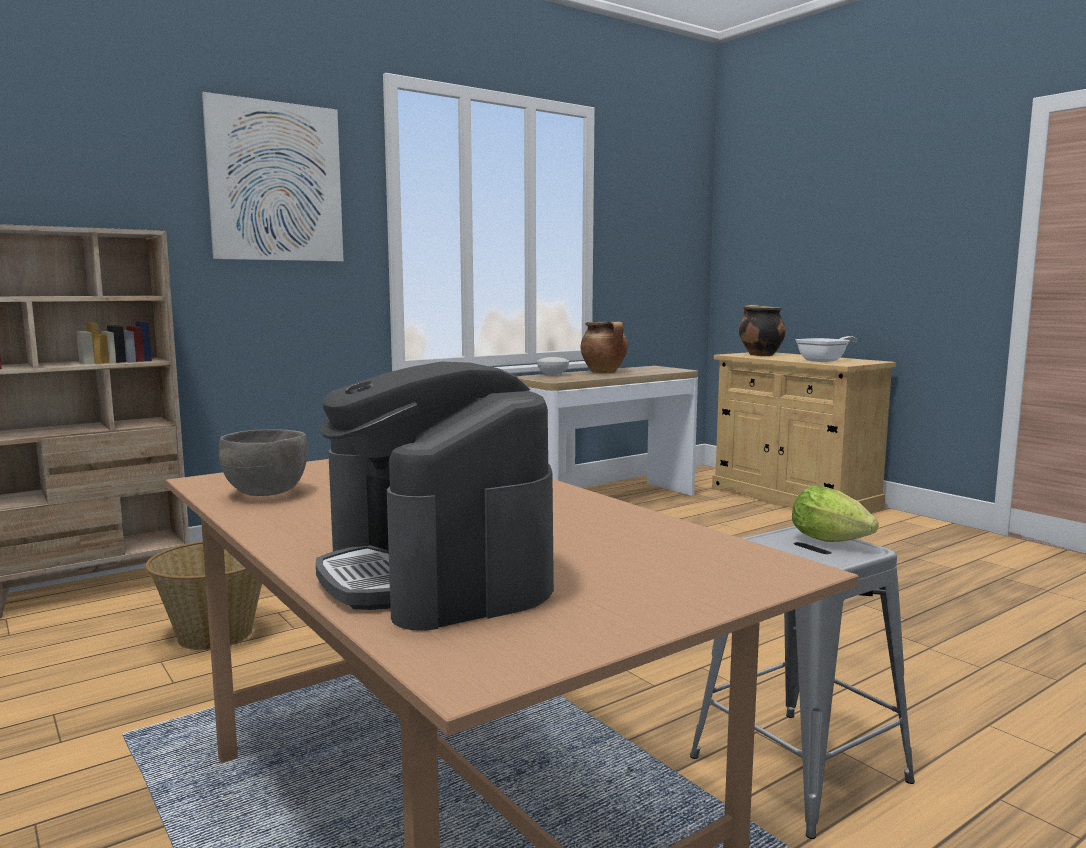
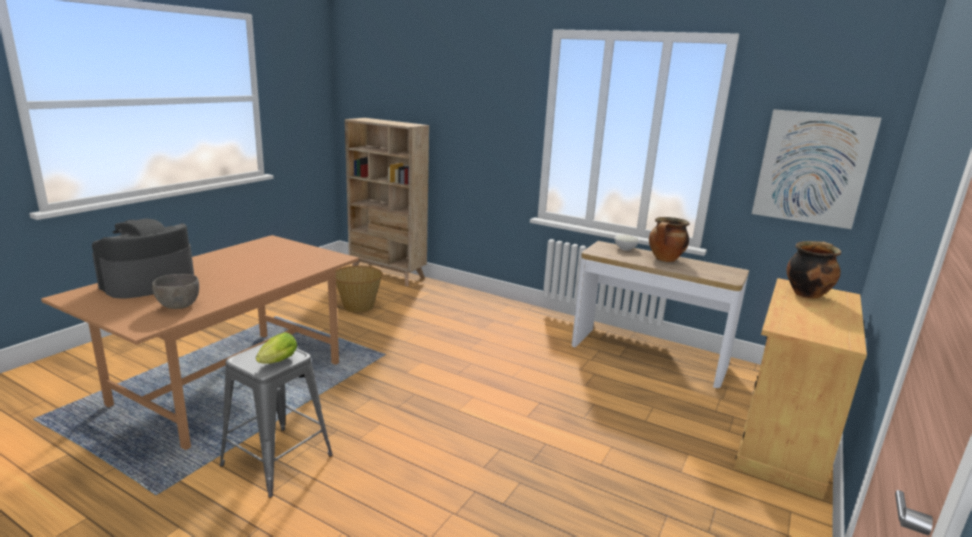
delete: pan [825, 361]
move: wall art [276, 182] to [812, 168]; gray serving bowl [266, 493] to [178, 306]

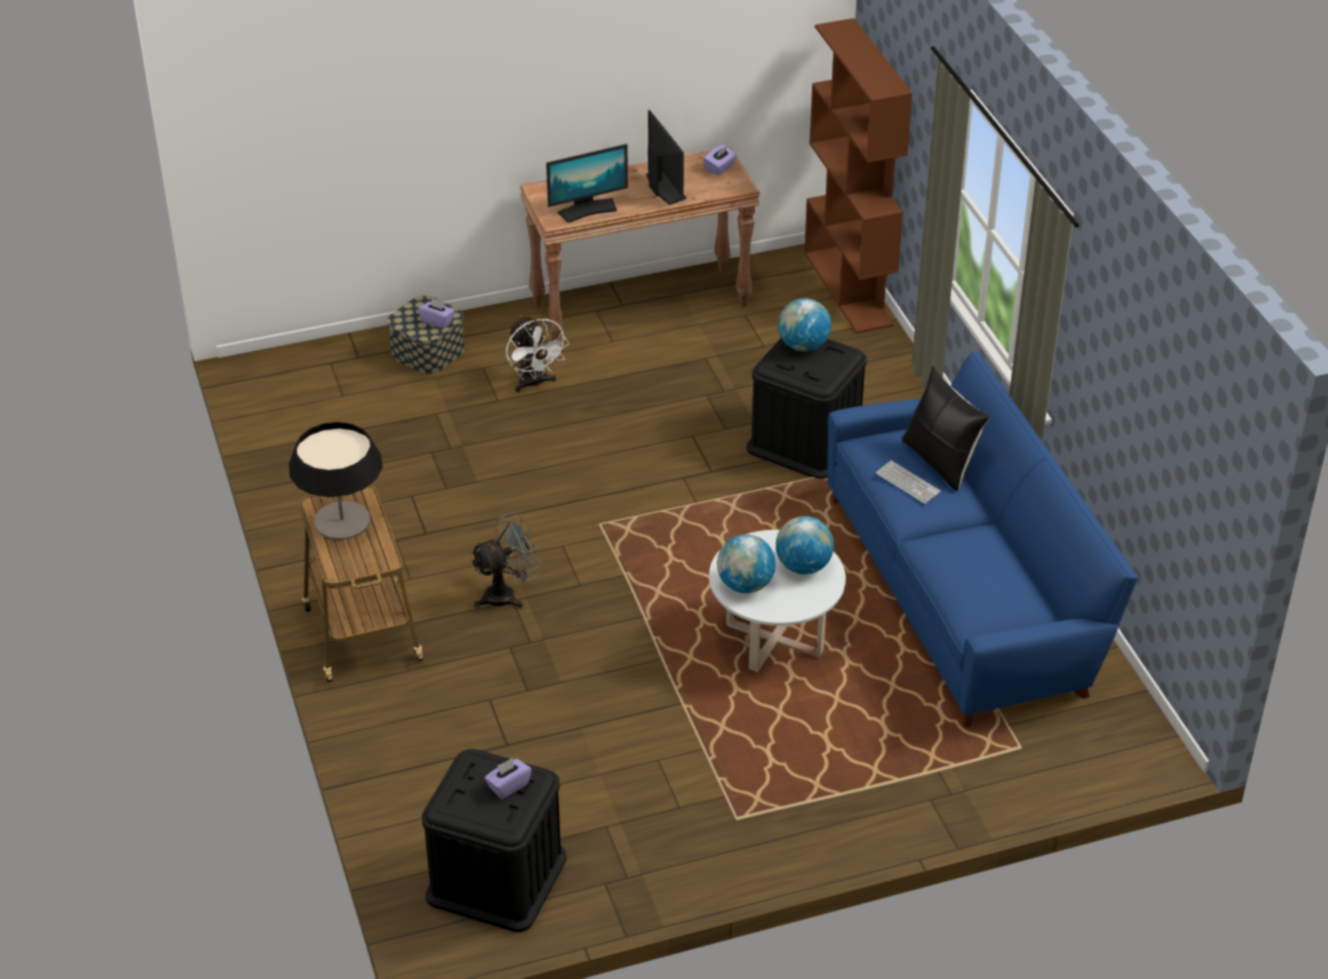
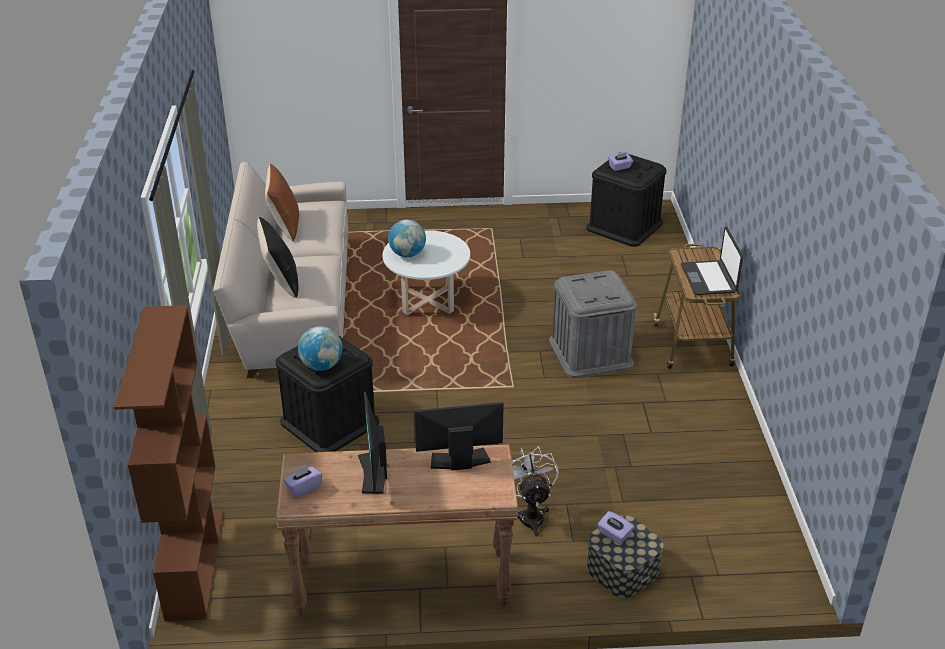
delete: world globe [745, 585]; PC keyboard [907, 483]
insert: brown-coloured throw pillow [285, 226]
replace: lamp for a table [341, 520] to laptop [709, 279]; gray fan [507, 594] to gray storage box [590, 353]
recolor: blue settee [963, 592] to beige-coloured settee [294, 306]

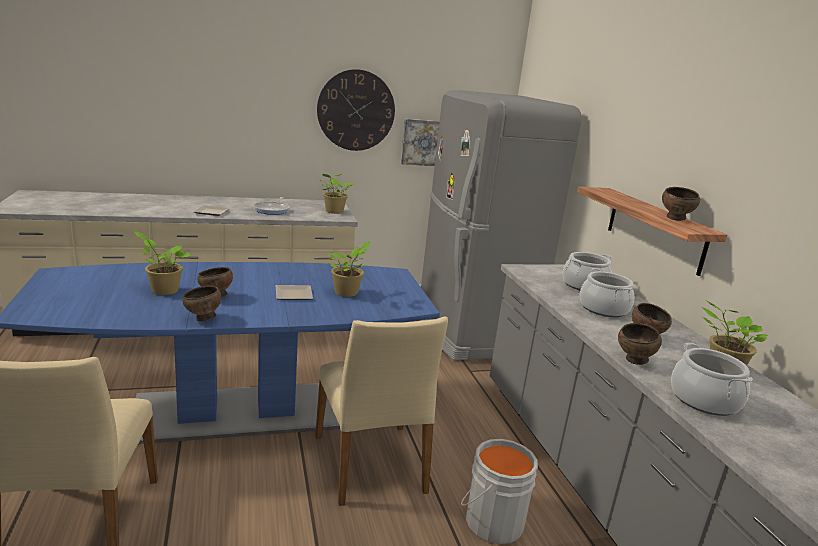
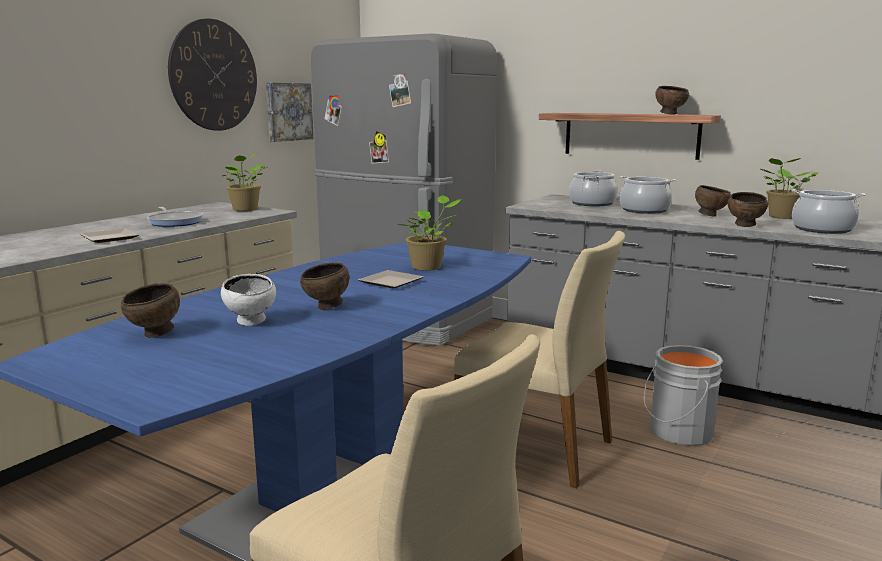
move: brown-coloured serving bowl [202, 319] to [155, 335]
replace: potted plant [163, 290] to white serving bowl [252, 323]

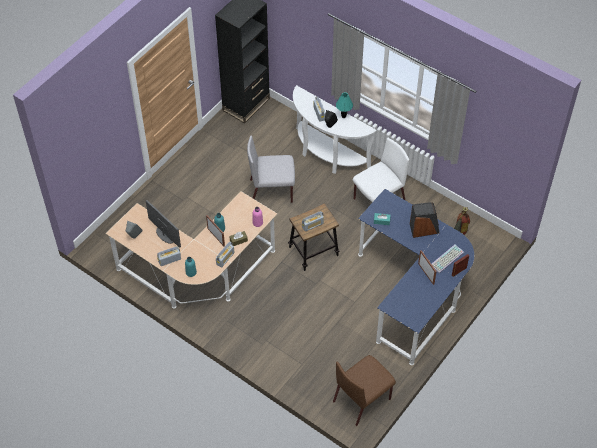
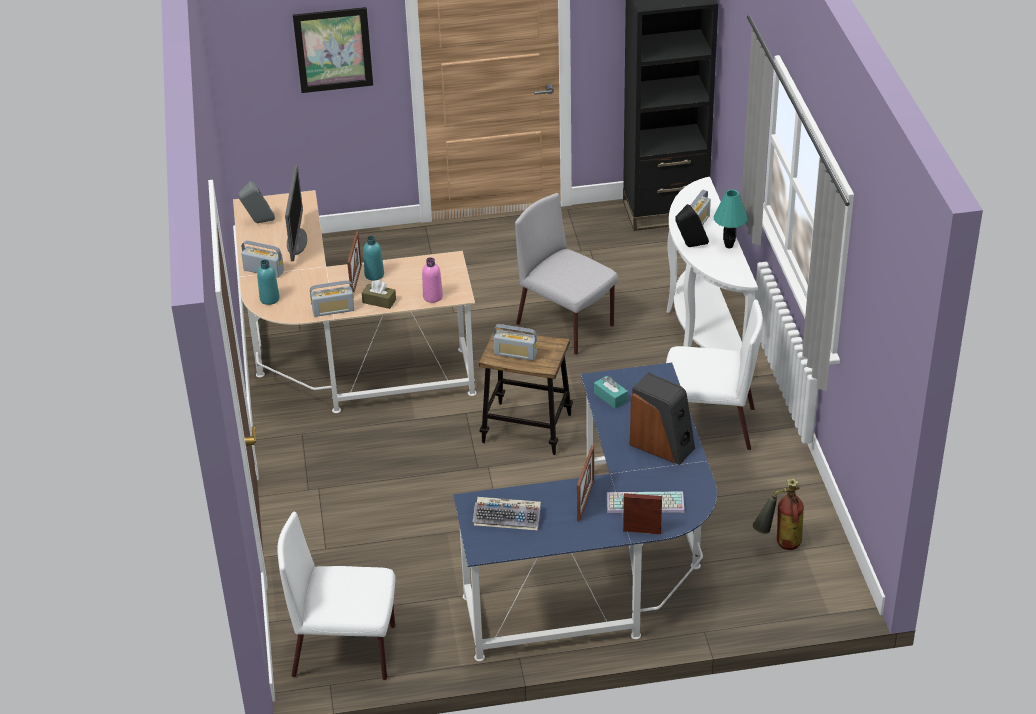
insert: wall art [333, 49]; PC keyboard [508, 517]
recolor: brown-coloured plain chair [362, 399] to white plain chair [346, 651]

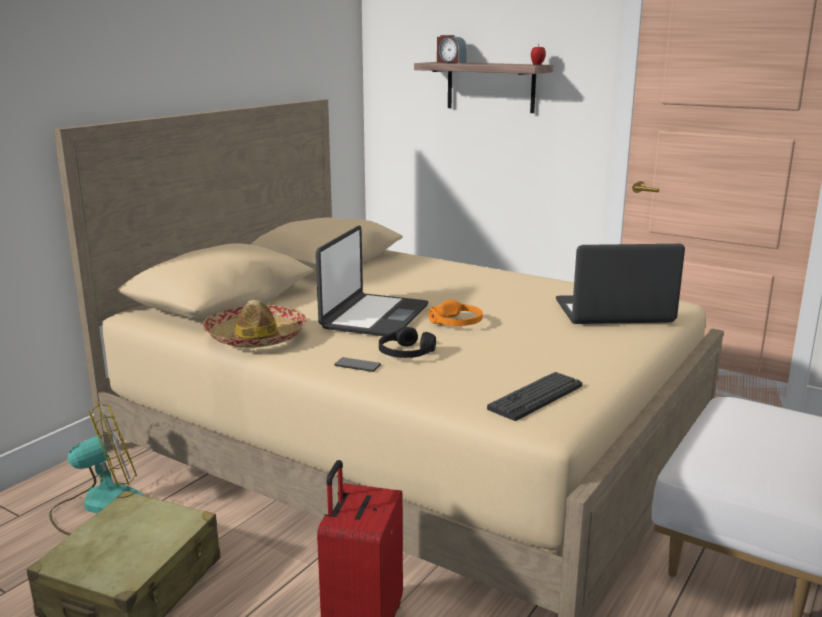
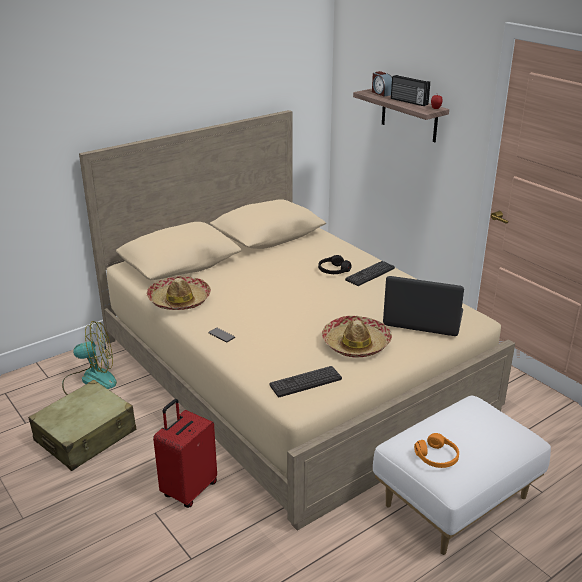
delete: laptop [374, 317]
insert: hat [356, 344]; PC keyboard [370, 274]; radio receiver [408, 102]
move: black-coloured headphones [406, 353] to [333, 270]; orangey headphones [457, 323] to [437, 457]

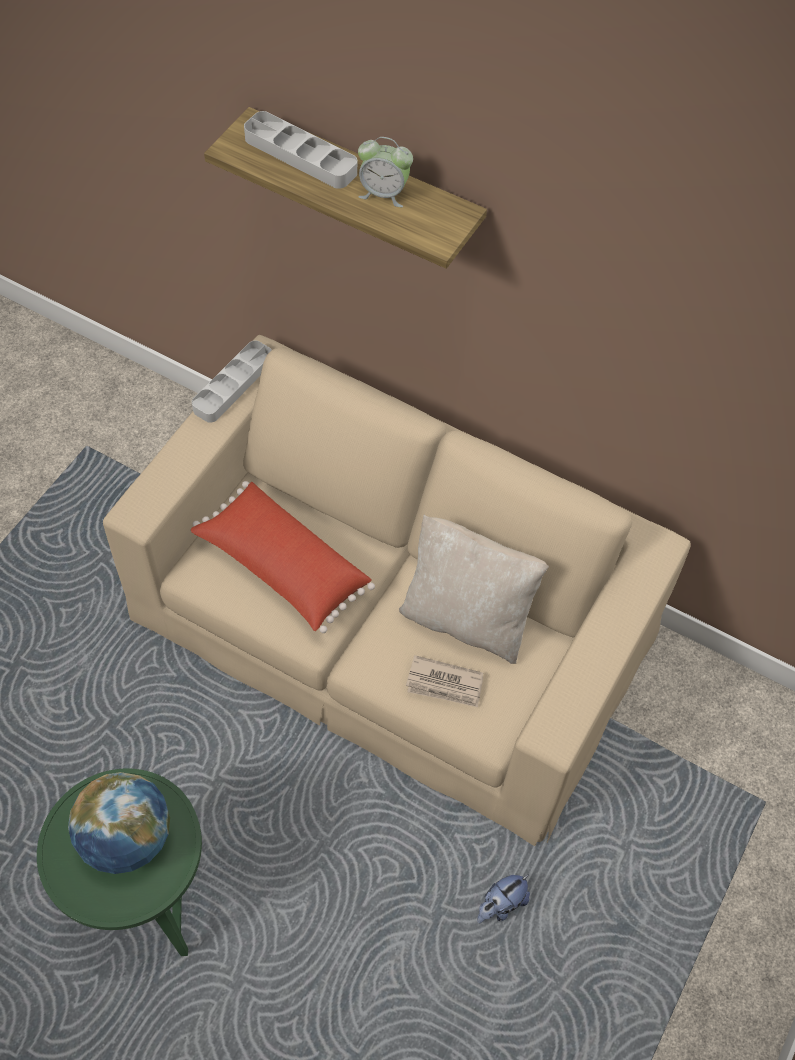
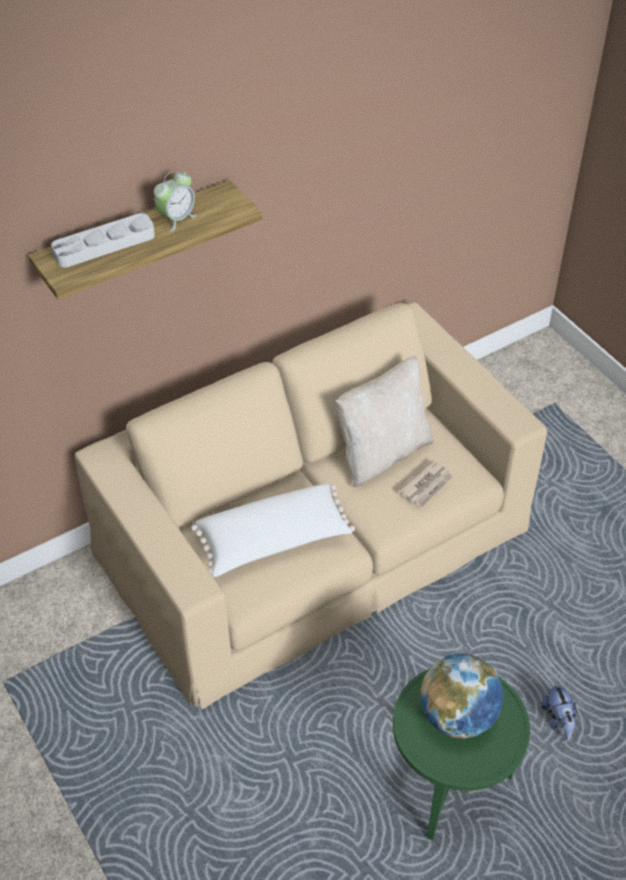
delete: gray tray [233, 385]
move: cuddly toy [501, 905] to [558, 720]
recolor: red throw pillow [282, 567] to white throw pillow [274, 541]

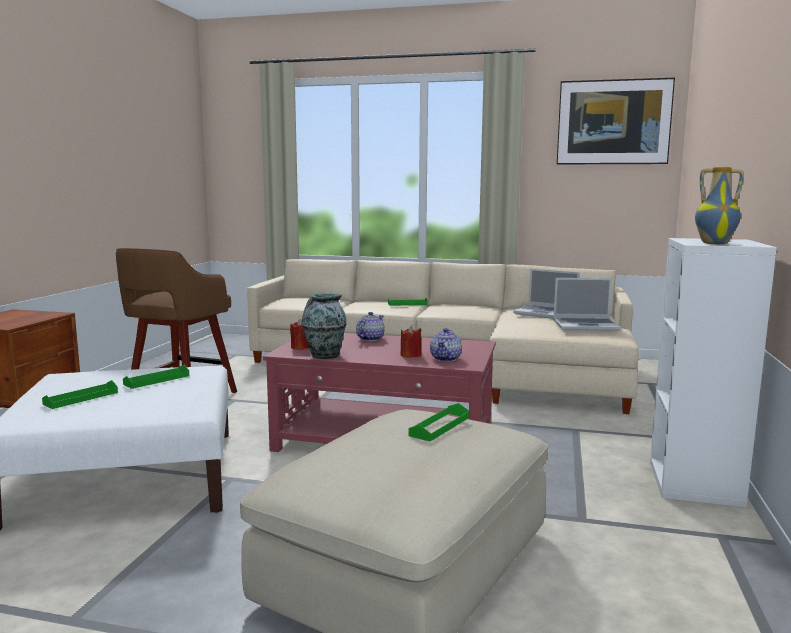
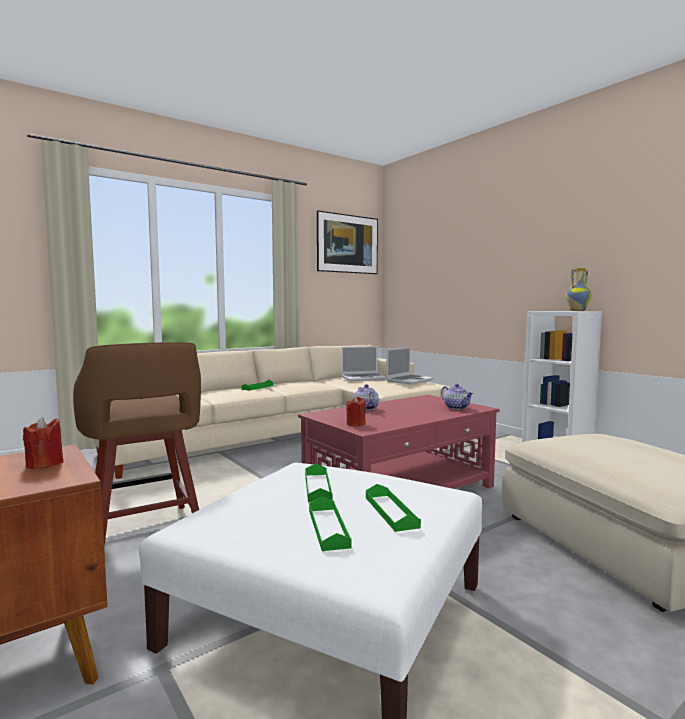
delete: vase [324, 355]
move: red wax candle [410, 355] to [44, 464]; greenish tray [439, 426] to [391, 512]

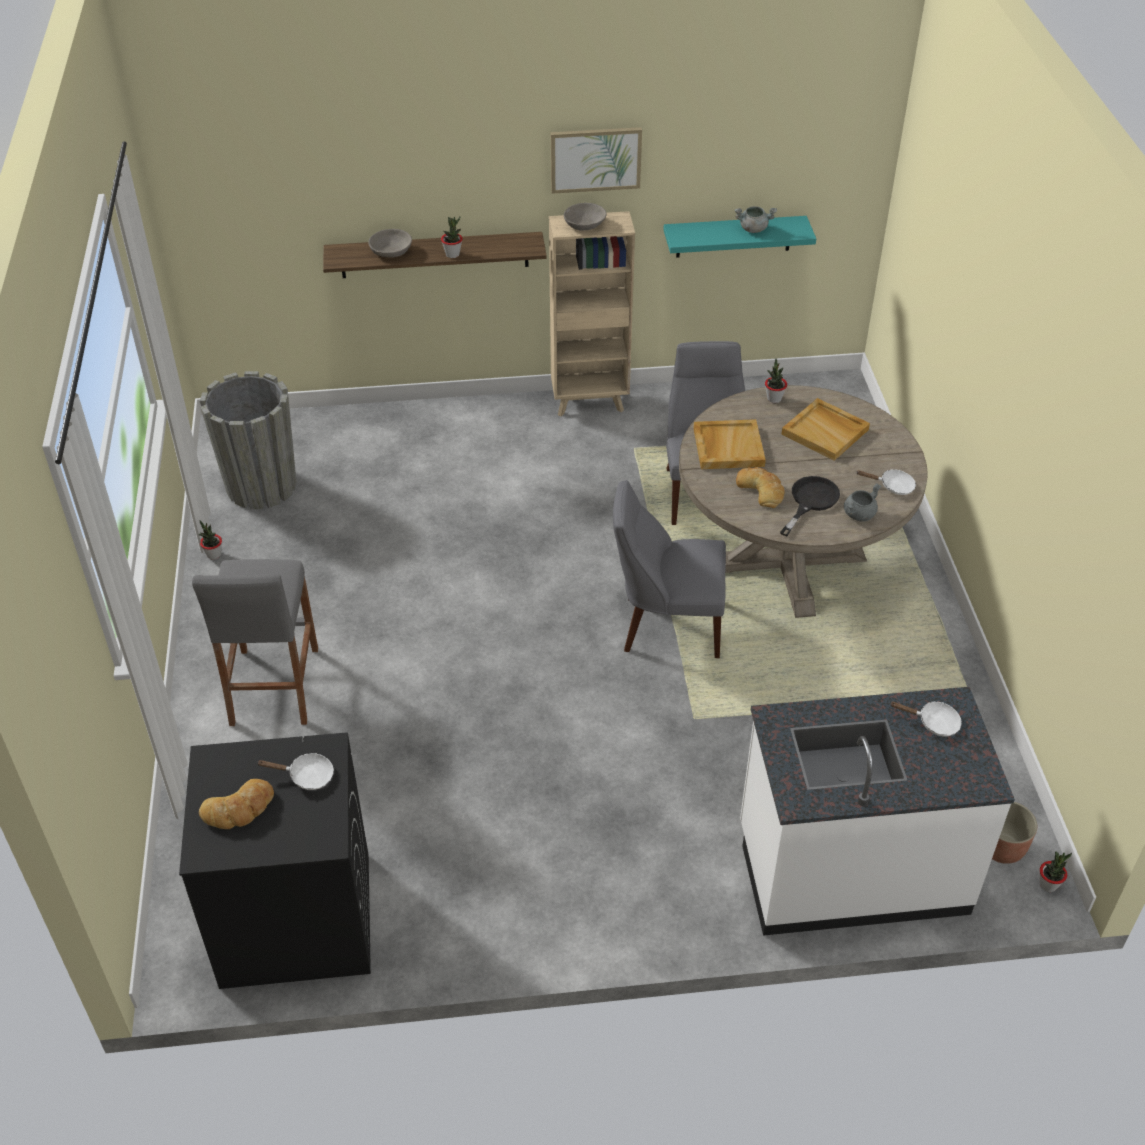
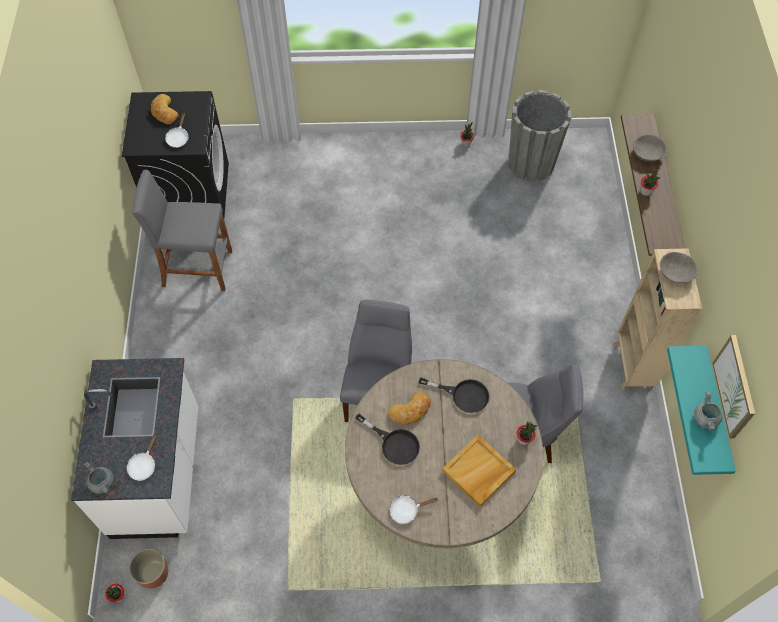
move: gray stool [273, 686] to [197, 268]; wall art [595, 159] to [735, 386]; gray stockpot [859, 514] to [102, 483]
replace: beige-coloured tray [727, 447] to black-coloured pan [463, 395]
rotate: white pan [893, 486] = [407, 510] 60 degrees clockwise

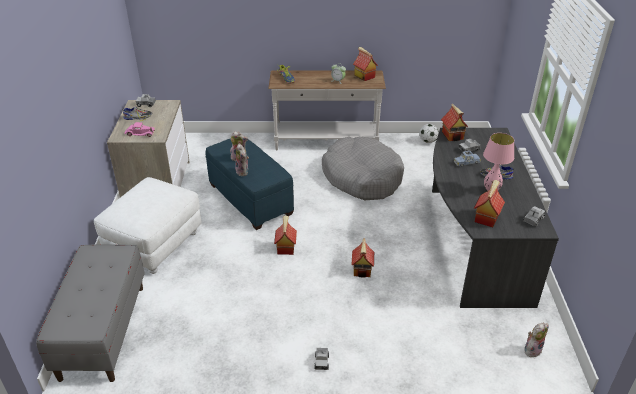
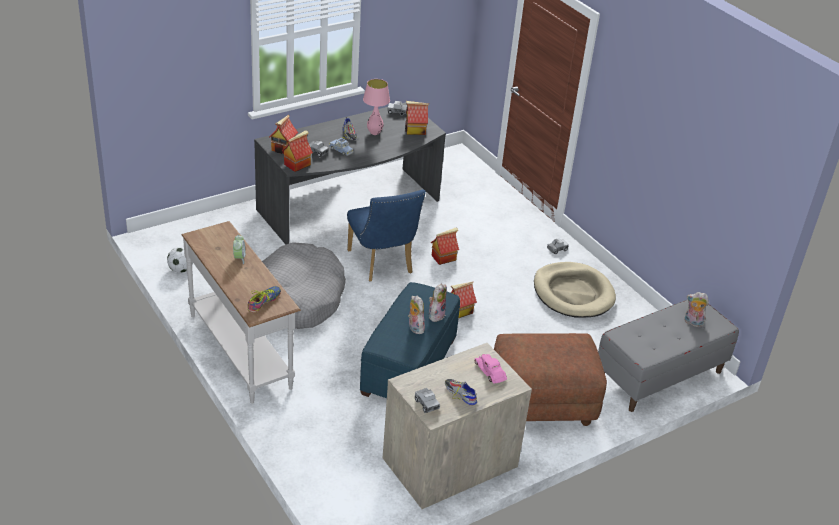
insert: blue plain chair [382, 265]; beige-coloured dog cushion [573, 293]
move: toy house [364, 76] to [283, 148]; cuddly toy [532, 349] to [692, 323]
recolor: white footrest [155, 244] to brown-coloured footrest [541, 403]

